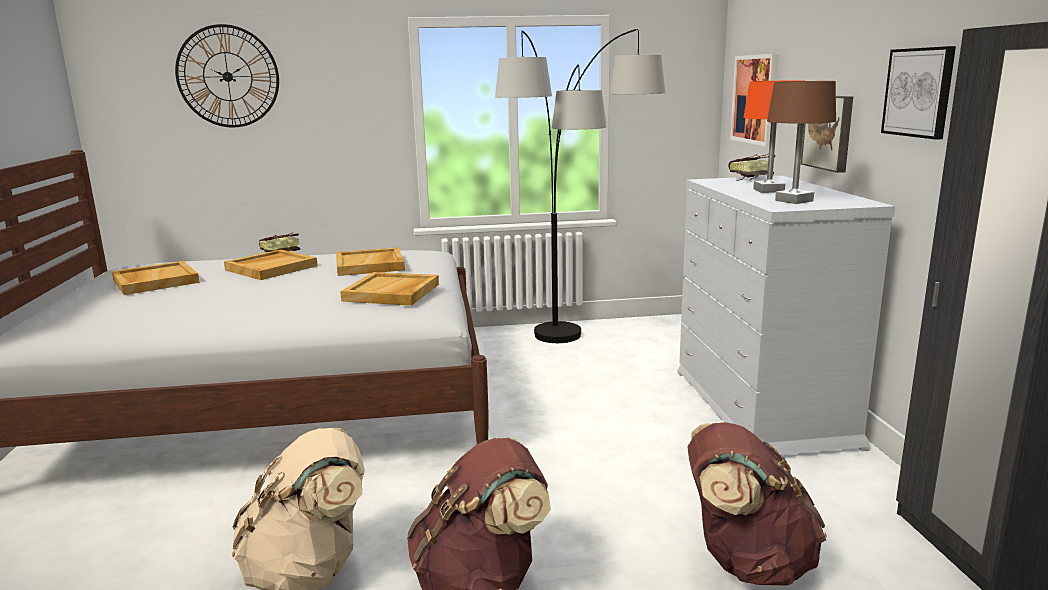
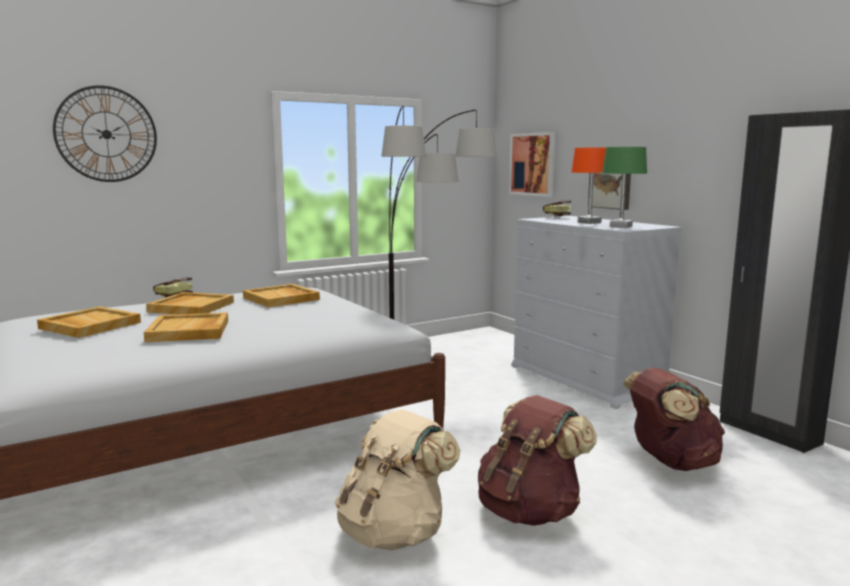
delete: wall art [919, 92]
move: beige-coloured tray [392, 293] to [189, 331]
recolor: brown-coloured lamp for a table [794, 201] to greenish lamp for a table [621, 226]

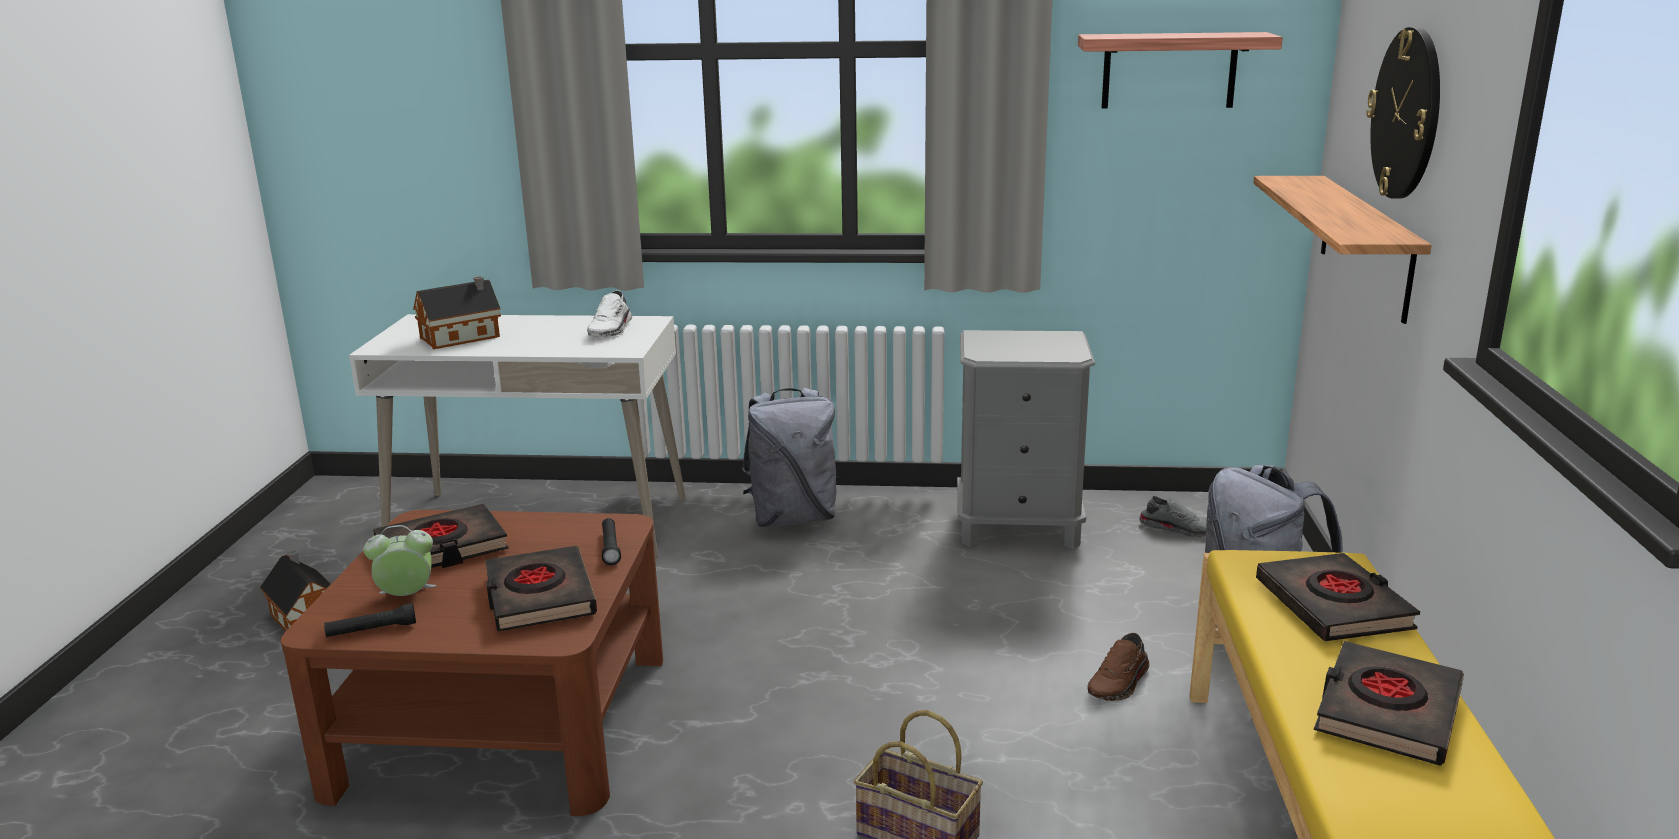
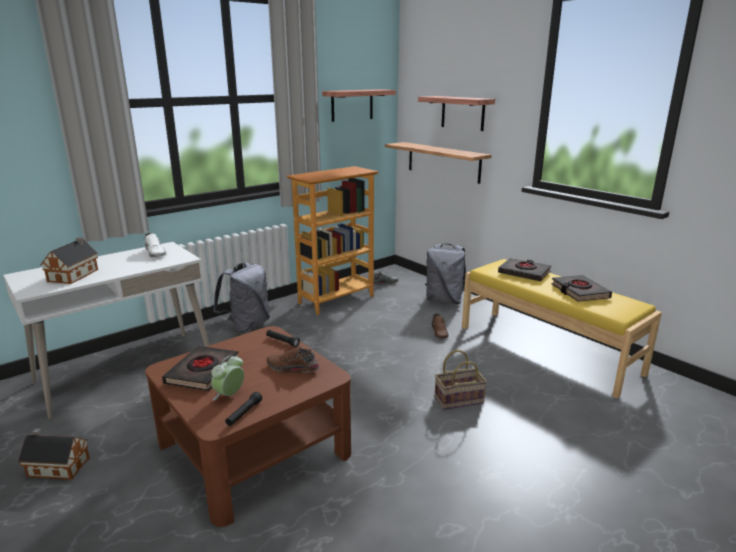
replace: black-coloured book [539, 597] to brown-coloured low shoe [292, 368]; gray night table [1019, 527] to bookshelf [336, 299]; clock on the wall [1407, 114] to wall shelf [462, 113]

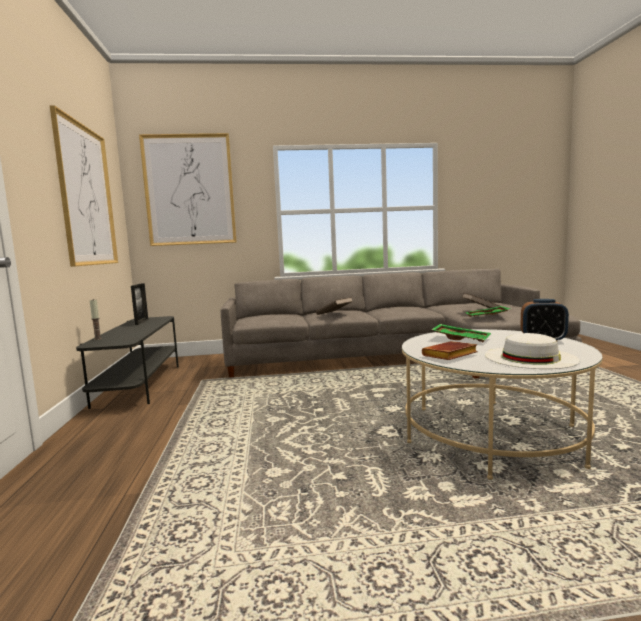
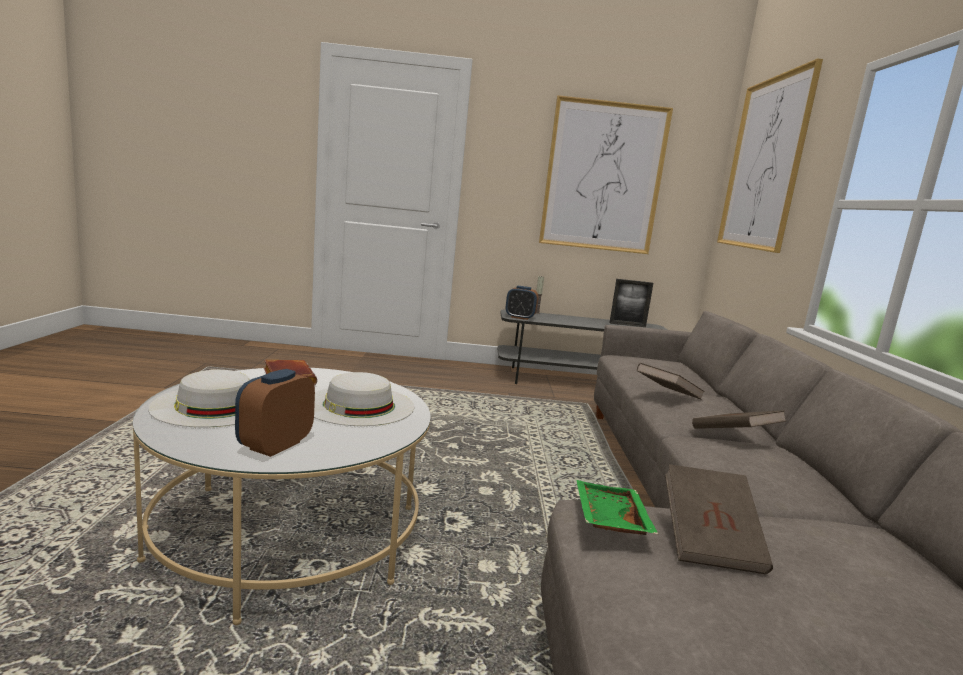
insert: alarm clock [520, 317]; brown-coloured book [733, 437]
replace: greenish tray [461, 339] to white hat [359, 405]

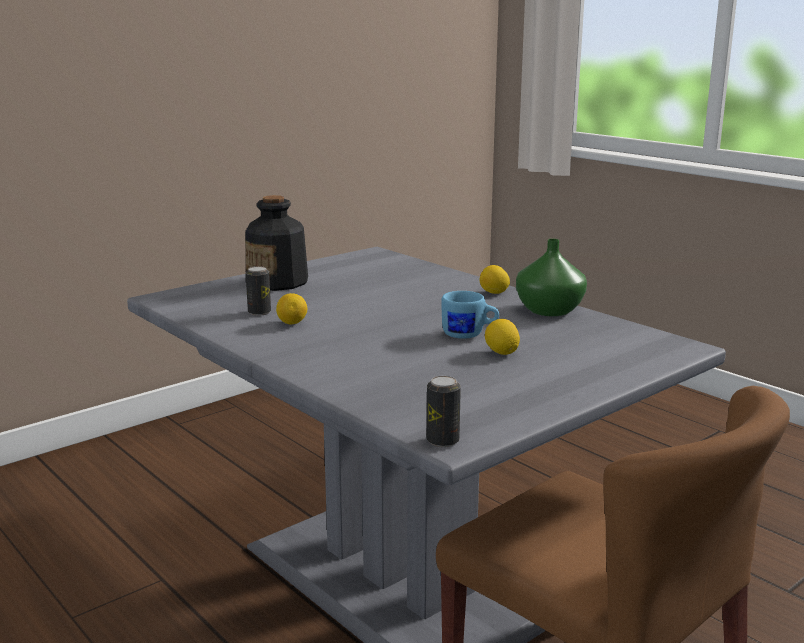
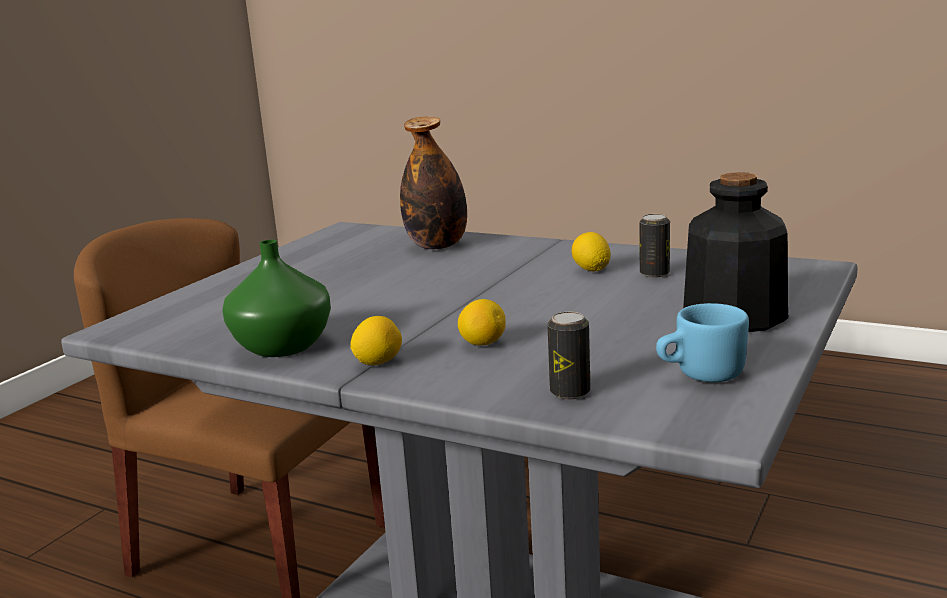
insert: beverage bottle [437, 246]
move: can [442, 441] to [570, 392]; blue tea mug [469, 335] to [699, 375]; citrus fruit [501, 353] to [483, 344]

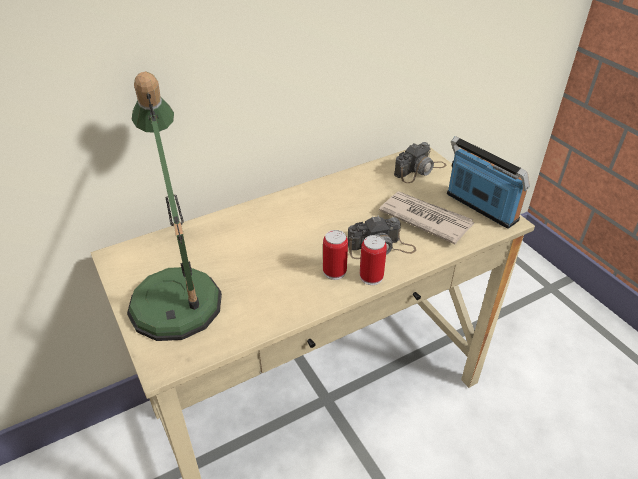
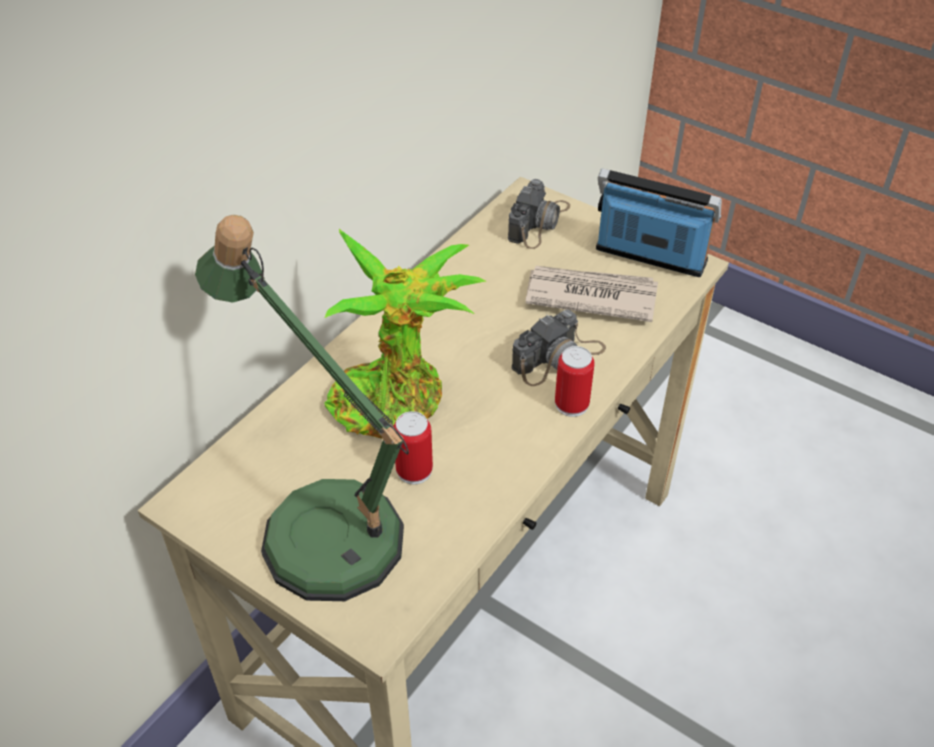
insert: potted plant [395, 399]
move: can [334, 272] to [414, 470]

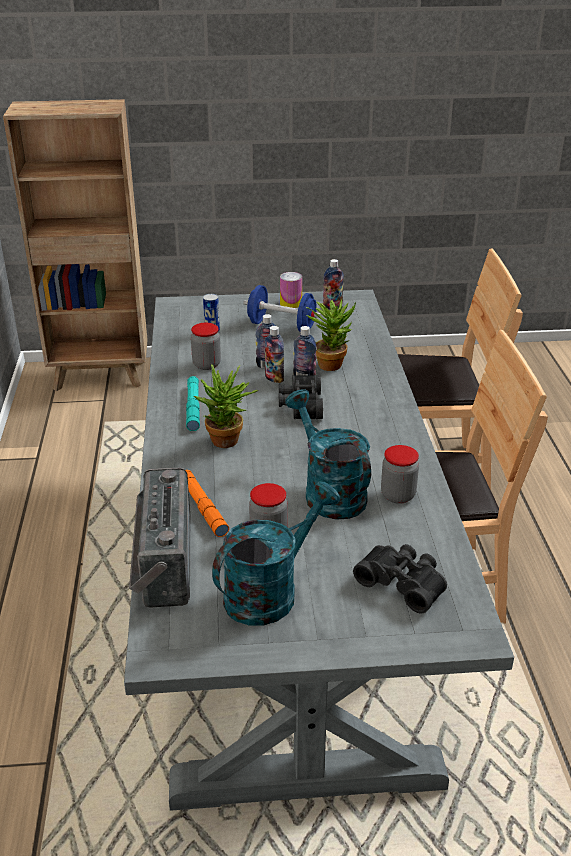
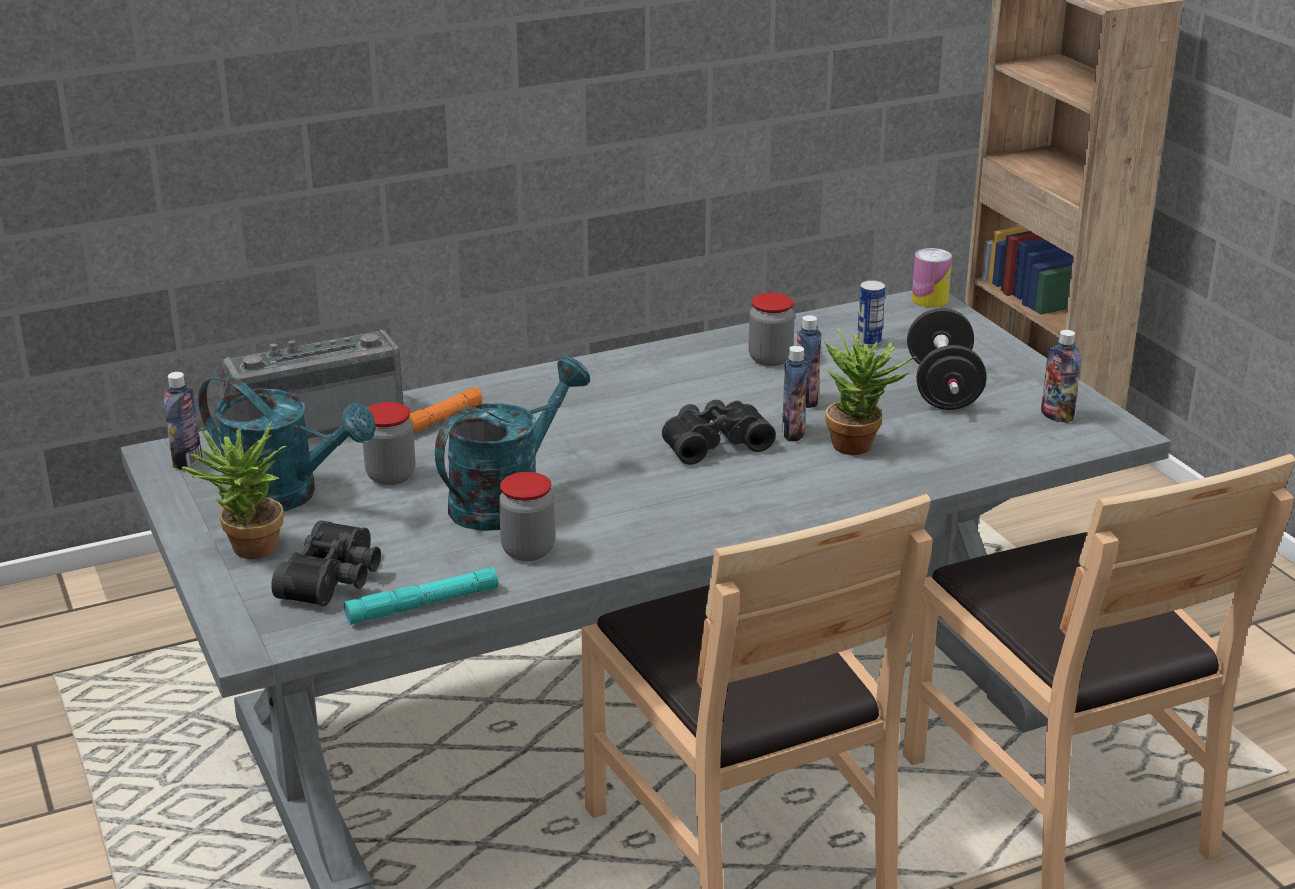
move: blue-green torch [193, 408] to [422, 605]; potted plant [227, 443] to [247, 551]; beverage bottle [274, 378] to [187, 461]; can [291, 303] to [929, 300]
recolor: blue hand weight [282, 326] to black-coloured hand weight [943, 388]

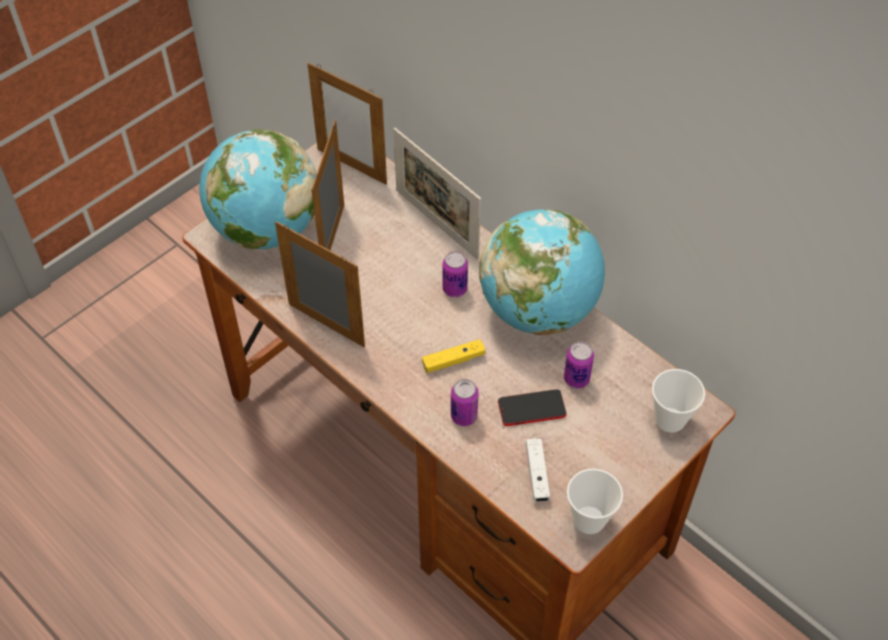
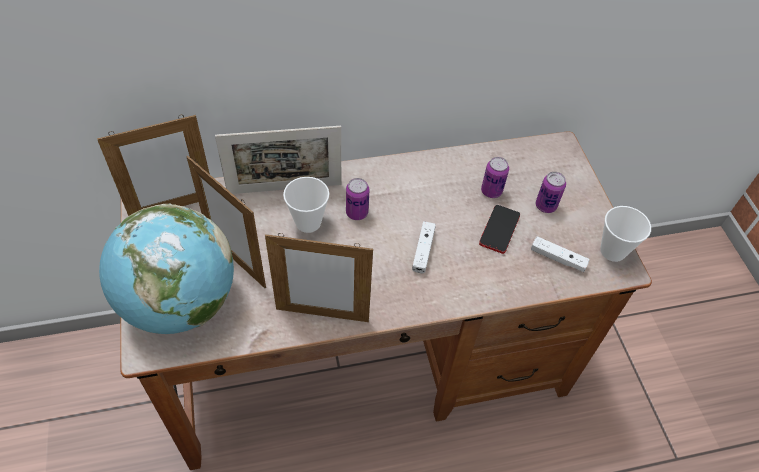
delete: world globe [538, 310]
move: can [464, 416] to [545, 206]; cup [670, 419] to [308, 222]
recolor: yellowish game controller [453, 360] to white game controller [423, 250]
rotate: standing frame [326, 325] = [322, 315] 150 degrees counterclockwise

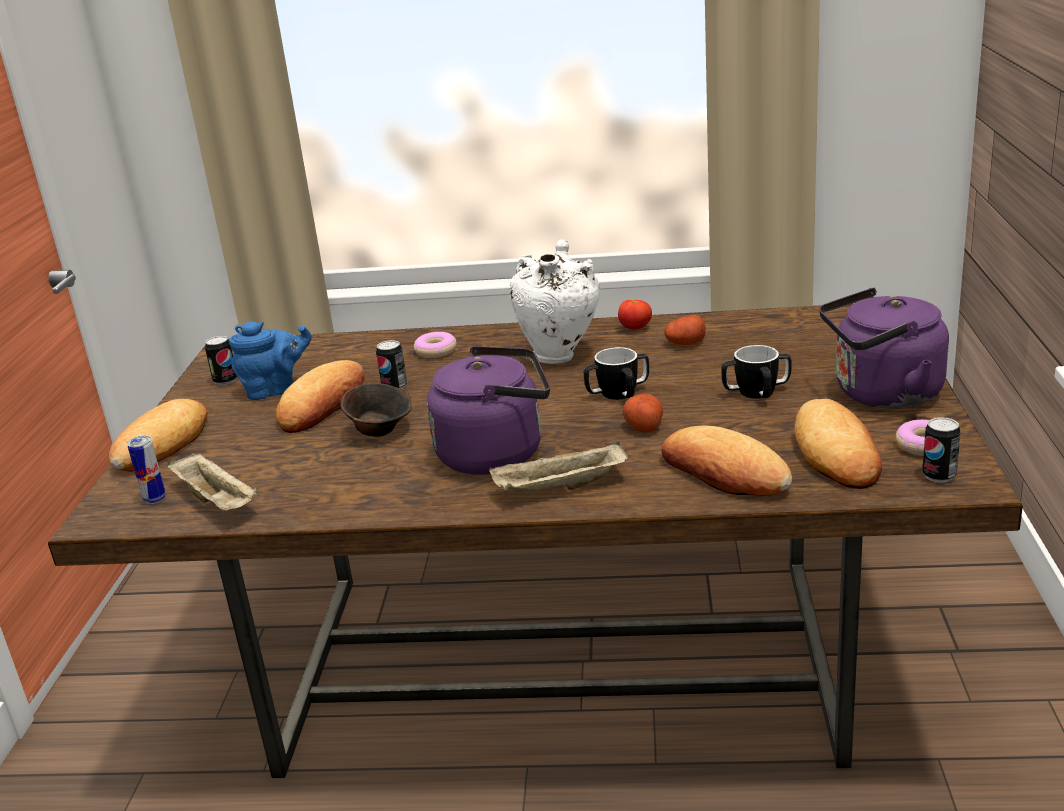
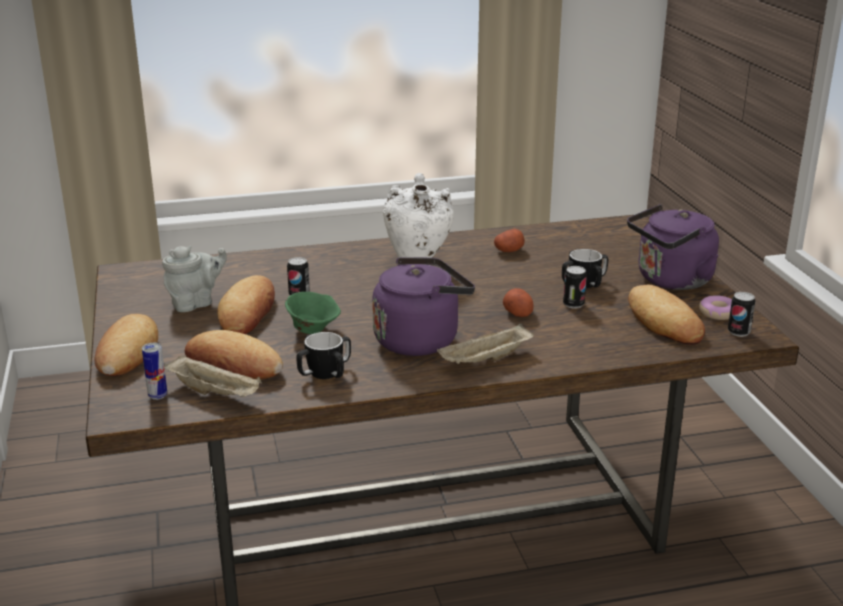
delete: doughnut [435, 351]; whole tomato [635, 328]
move: can [225, 380] to [573, 304]; tea mug [618, 393] to [325, 373]; baked bread [724, 473] to [233, 364]
recolor: blue pot for tea [275, 390] to gray pot for tea [195, 303]; brown-coloured serving bowl [380, 431] to greenish serving bowl [313, 329]

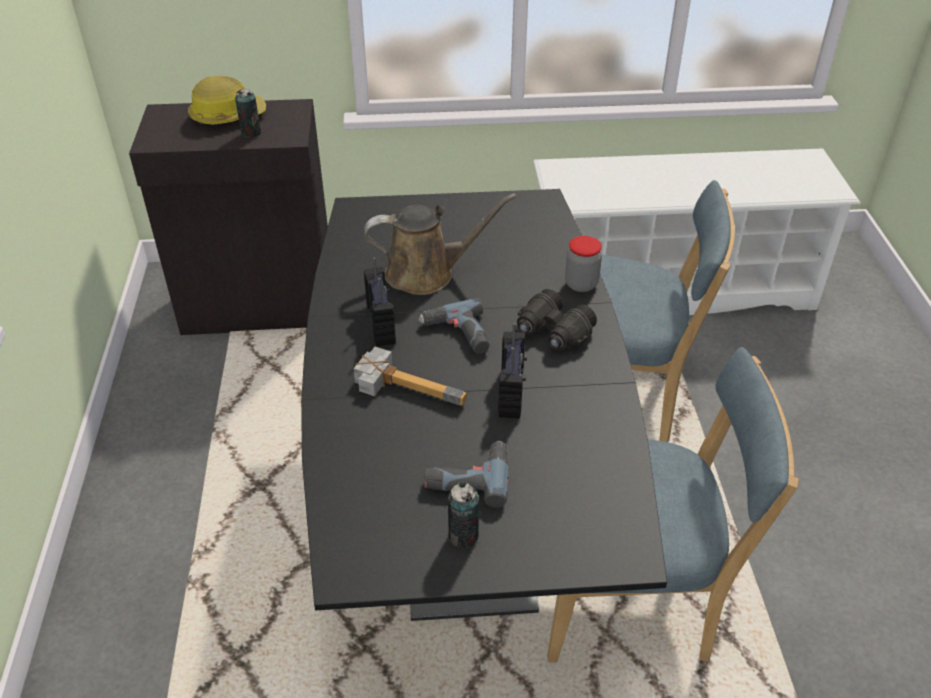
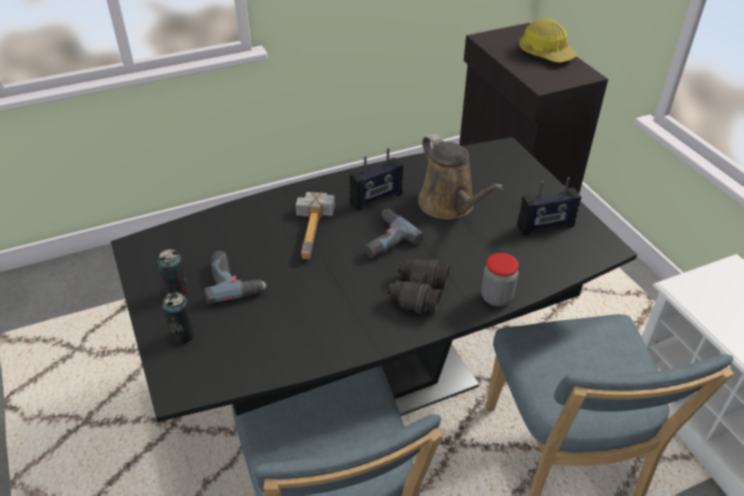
move: can [251, 133] to [183, 335]; radio receiver [512, 392] to [545, 226]

